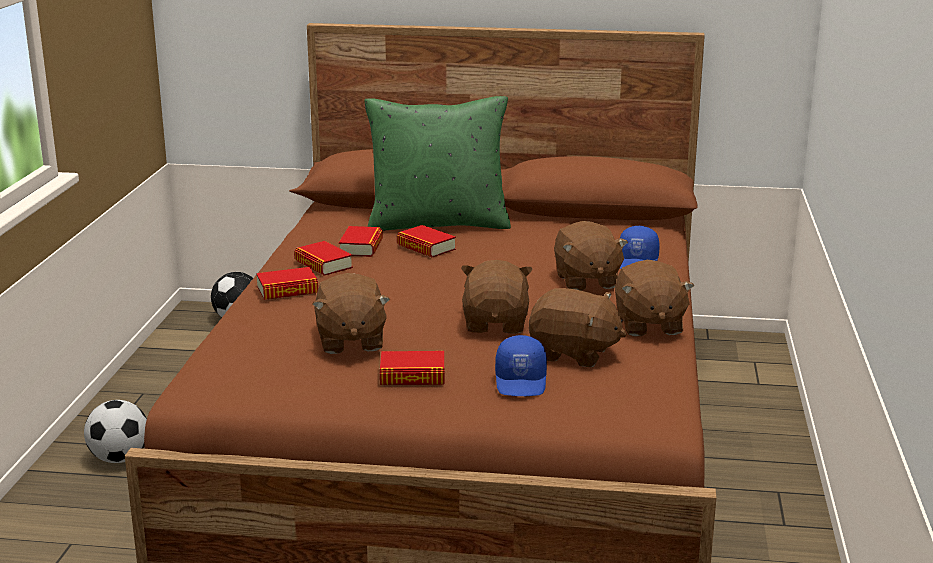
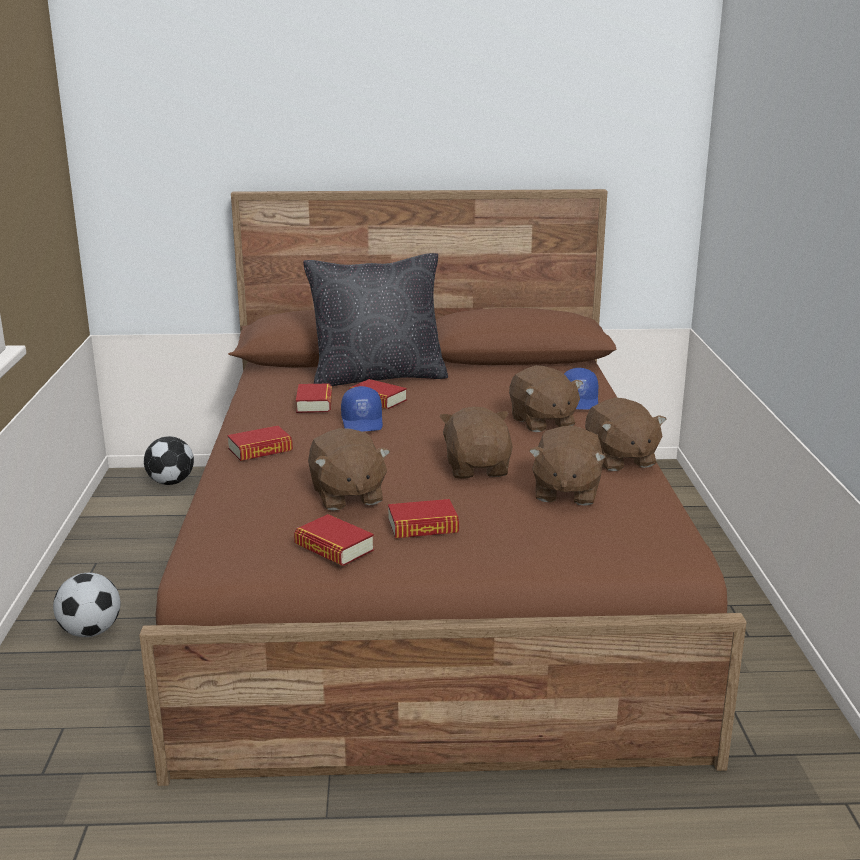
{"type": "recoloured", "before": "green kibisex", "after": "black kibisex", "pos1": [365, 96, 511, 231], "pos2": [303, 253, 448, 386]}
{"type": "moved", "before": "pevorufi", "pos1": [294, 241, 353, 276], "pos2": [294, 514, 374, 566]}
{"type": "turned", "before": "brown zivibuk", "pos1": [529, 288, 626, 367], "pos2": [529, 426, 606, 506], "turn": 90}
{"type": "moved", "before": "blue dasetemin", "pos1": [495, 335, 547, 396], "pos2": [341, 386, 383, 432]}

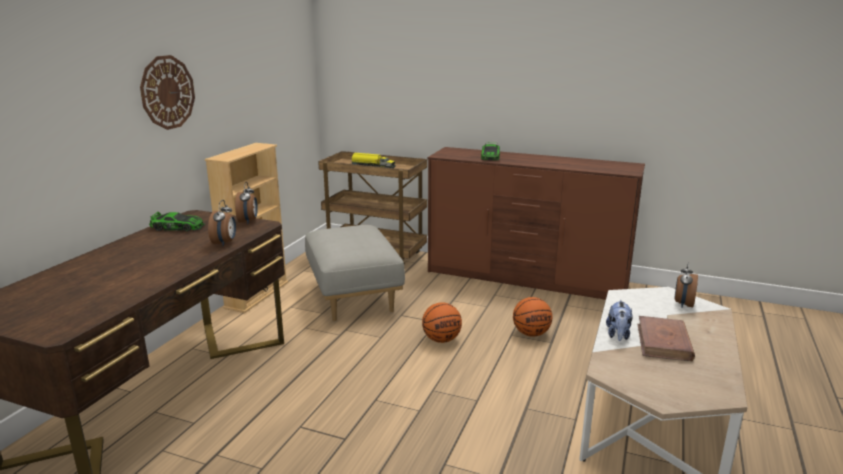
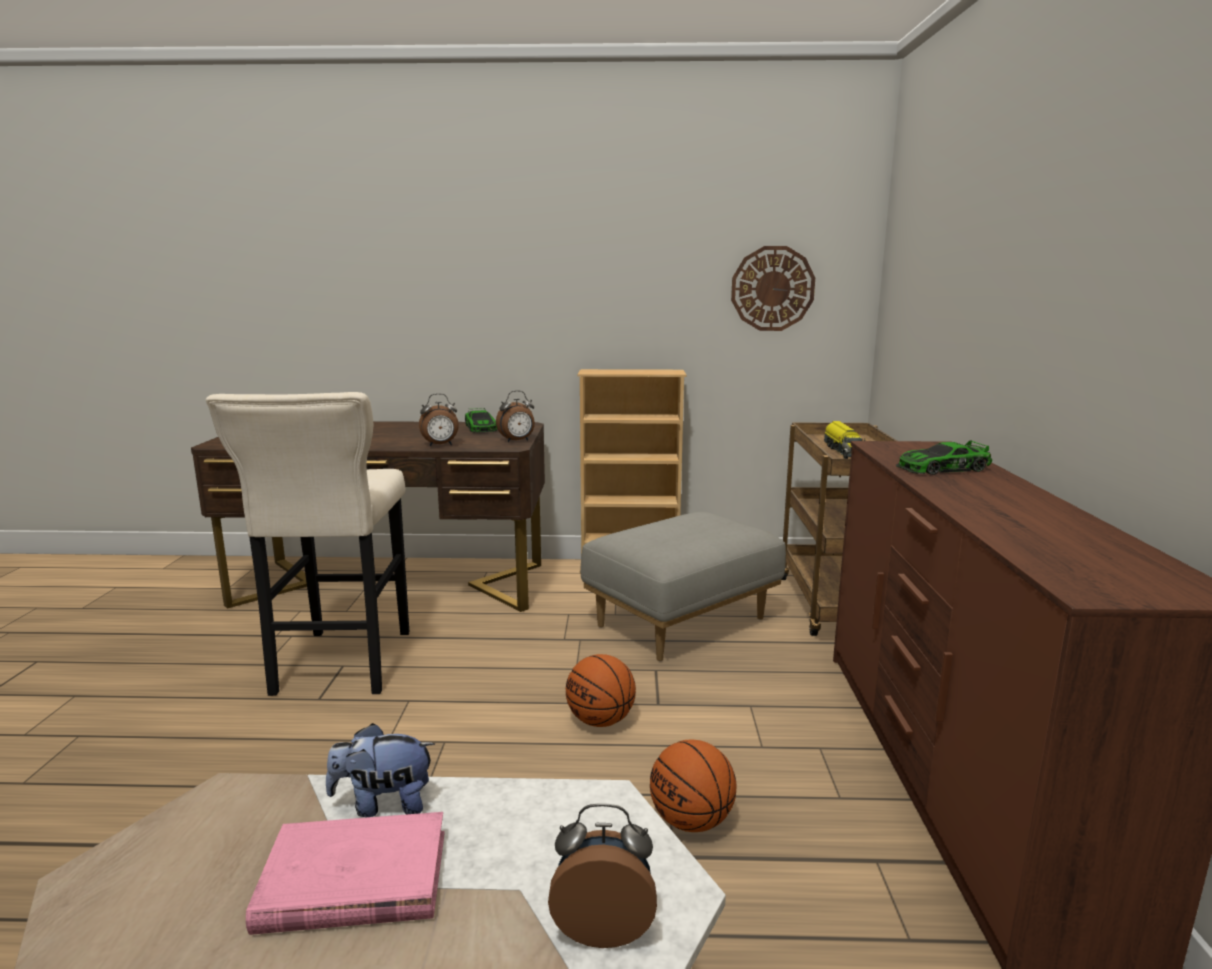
{"type": "moved", "before": "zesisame", "pos1": [140, 55, 195, 130], "pos2": [731, 246, 815, 331]}
{"type": "recoloured", "before": "brown pevorufi", "after": "pink pevorufi", "pos1": [638, 316, 695, 361], "pos2": [246, 812, 445, 935]}
{"type": "added", "after": "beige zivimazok", "pos2": [206, 392, 409, 696]}

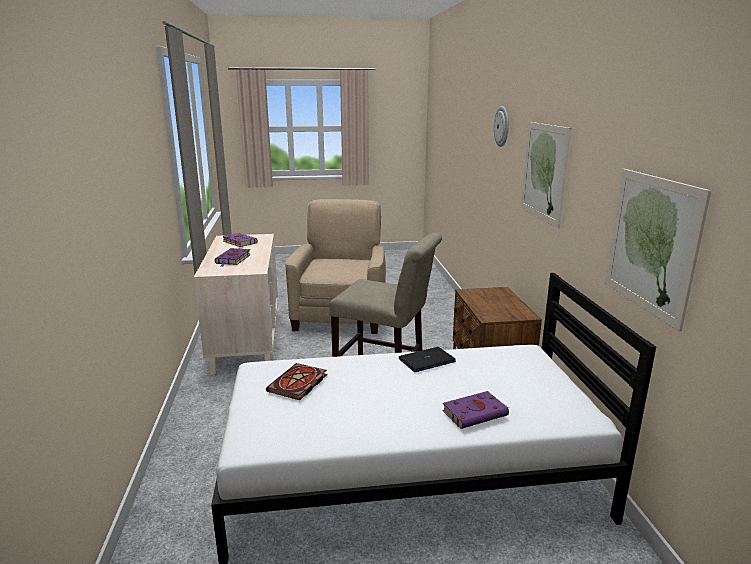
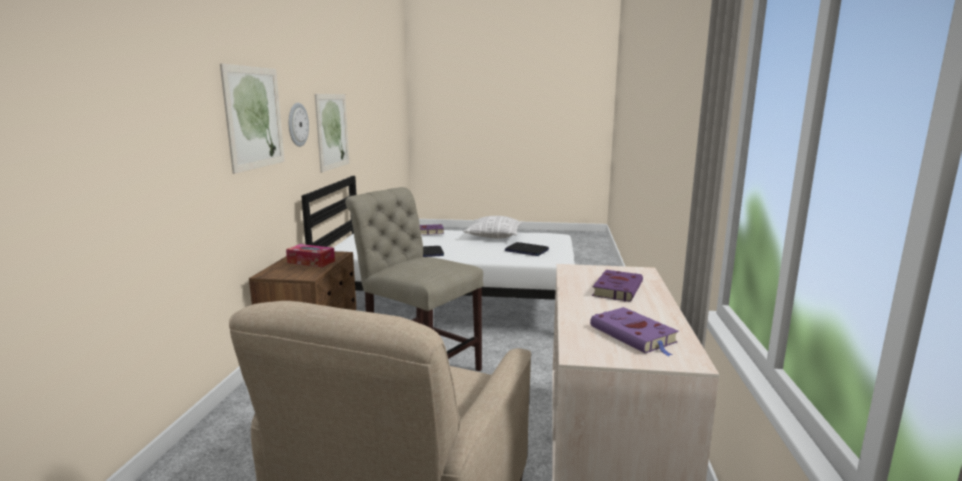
{"type": "moved", "before": "zesisame", "pos1": [494, 106, 509, 147], "pos2": [289, 103, 309, 147]}
{"type": "replaced", "before": "pevorufi", "after": "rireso", "pos1": [266, 363, 327, 400], "pos2": [505, 242, 549, 256]}
{"type": "added", "after": "kibisex", "pos2": [463, 216, 523, 239]}
{"type": "added", "after": "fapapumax", "pos2": [286, 244, 335, 267]}

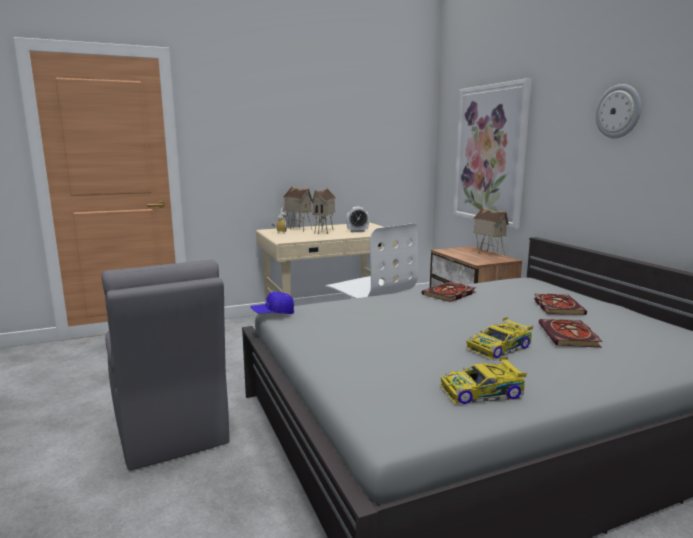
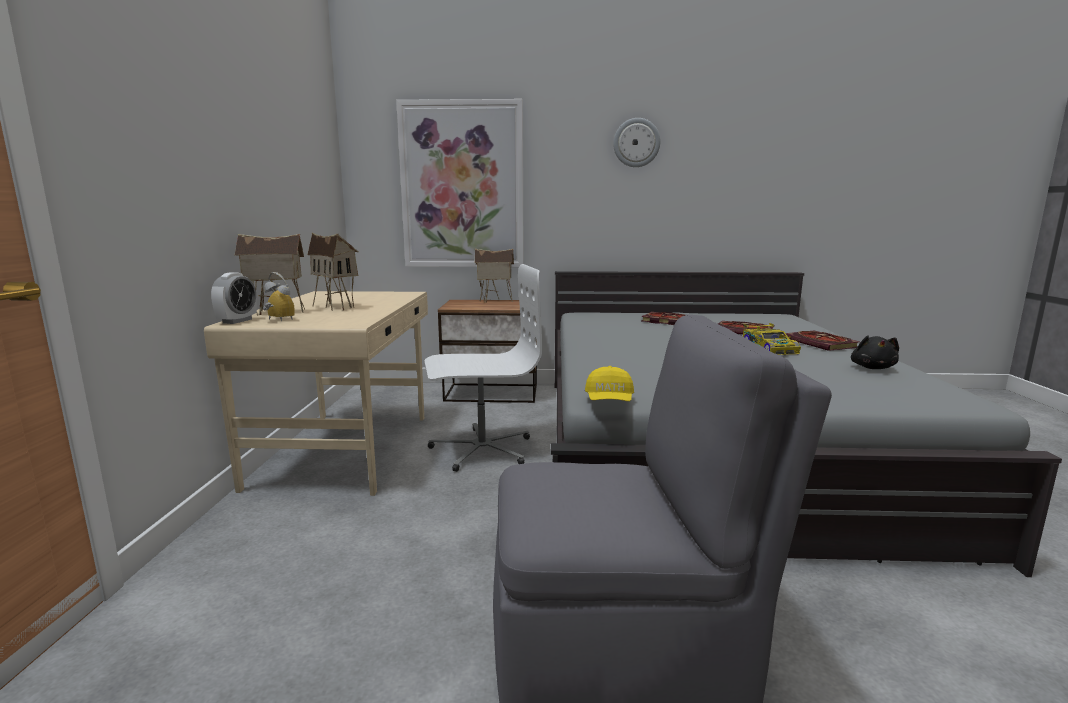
{"type": "moved", "before": "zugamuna", "pos1": [346, 207, 369, 232], "pos2": [211, 272, 257, 324]}
{"type": "moved", "before": "pevorufi", "pos1": [422, 282, 476, 302], "pos2": [784, 331, 860, 351]}
{"type": "recoloured", "before": "blue dasetemin", "after": "yellow dasetemin", "pos1": [250, 292, 294, 314], "pos2": [585, 366, 634, 401]}
{"type": "replaced", "before": "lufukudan", "after": "black zivibuk", "pos1": [441, 357, 527, 404], "pos2": [851, 335, 899, 369]}

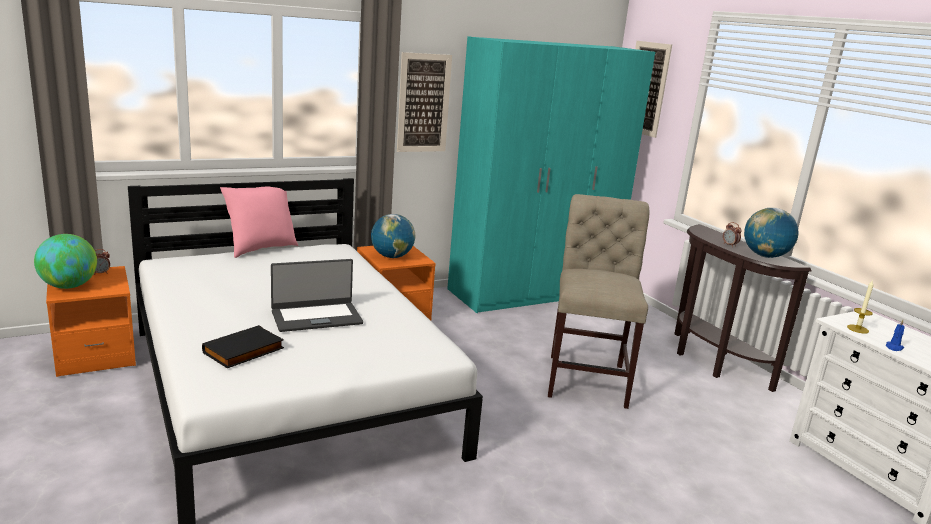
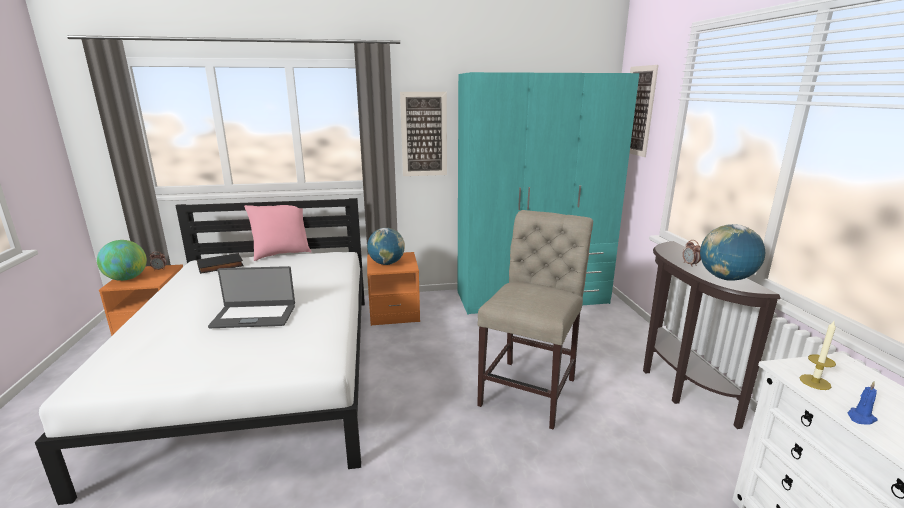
{"type": "moved", "before": "black pevorufi", "pos1": [202, 325, 284, 368], "pos2": [197, 253, 244, 274]}

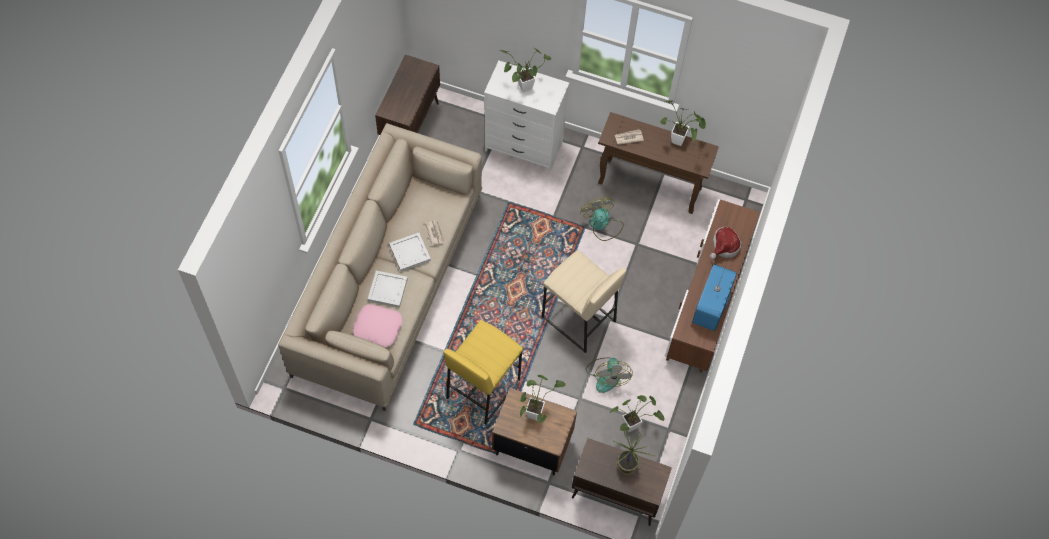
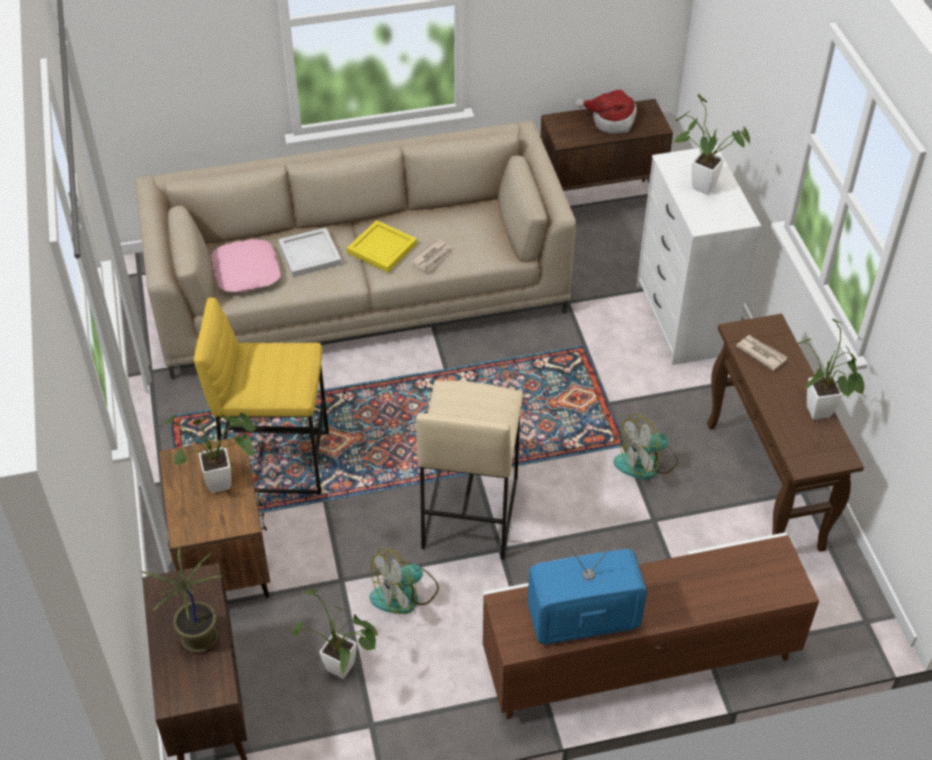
{"type": "turned", "before": "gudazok", "pos1": [580, 196, 624, 241], "pos2": [614, 414, 678, 480], "turn": -150}
{"type": "moved", "before": "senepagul", "pos1": [710, 227, 742, 259], "pos2": [575, 90, 637, 134]}
{"type": "recoloured", "before": "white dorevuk", "after": "yellow dorevuk", "pos1": [389, 233, 431, 271], "pos2": [347, 220, 417, 273]}

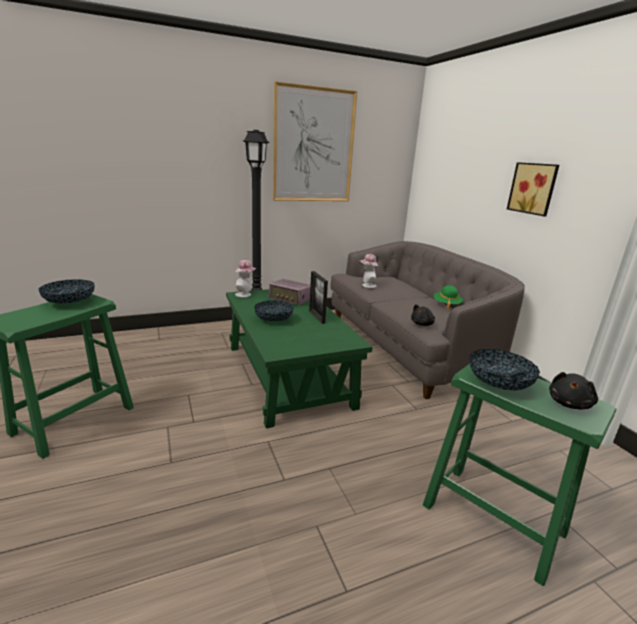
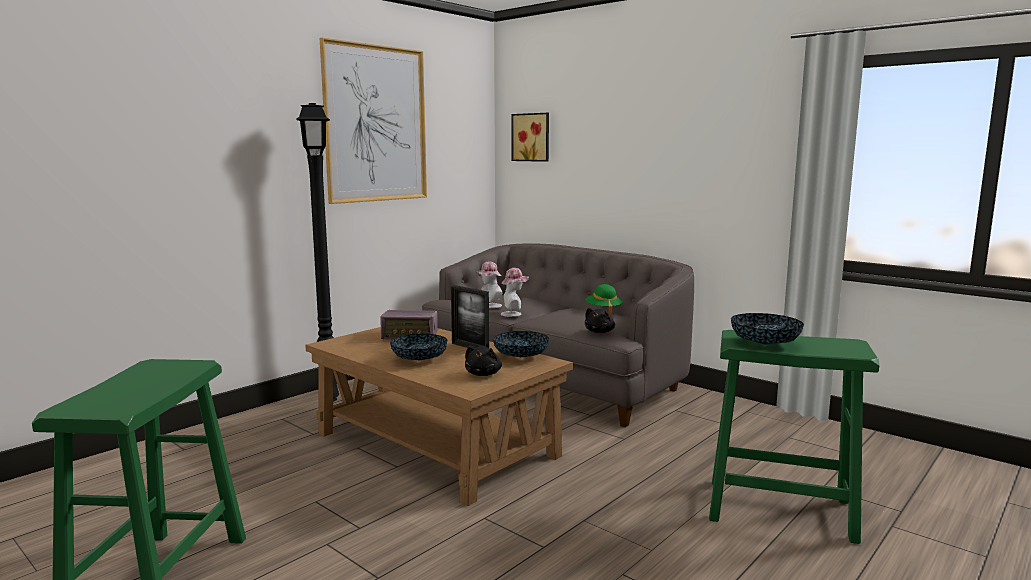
{"type": "moved", "before": "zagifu", "pos1": [507, 162, 559, 216], "pos2": [511, 113, 549, 162]}
{"type": "moved", "before": "senepagul", "pos1": [235, 260, 257, 297], "pos2": [501, 268, 529, 317]}
{"type": "moved", "before": "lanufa", "pos1": [39, 279, 94, 303], "pos2": [493, 331, 549, 357]}
{"type": "recoloured", "before": "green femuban", "after": "brown femuban", "pos1": [226, 289, 373, 429], "pos2": [305, 327, 573, 506]}
{"type": "moved", "before": "black zivibuk", "pos1": [549, 372, 598, 409], "pos2": [465, 346, 502, 376]}

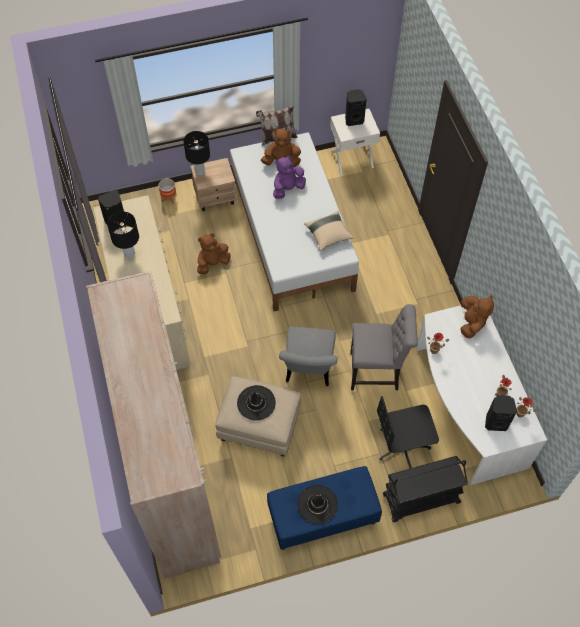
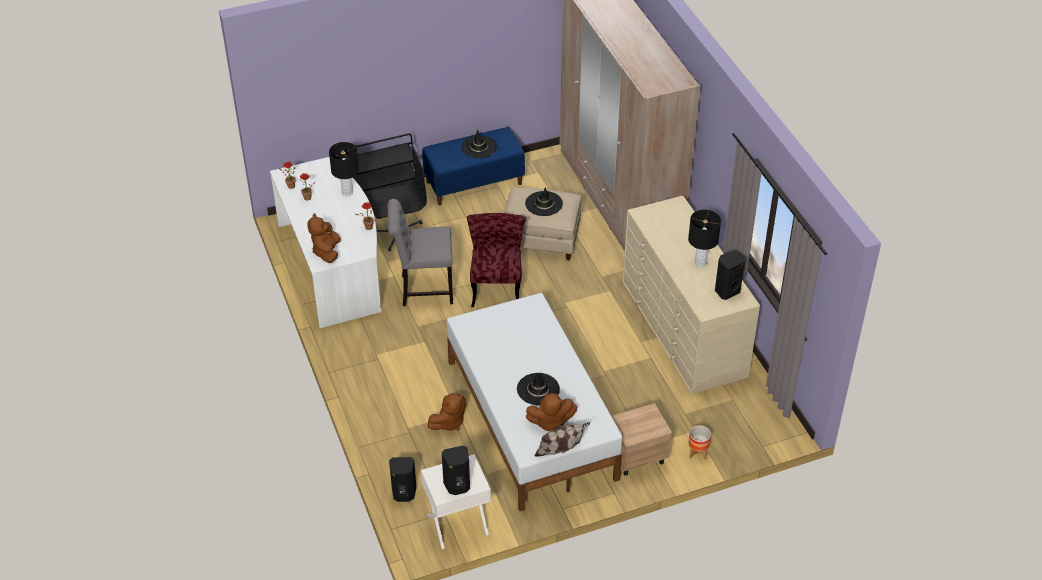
{"type": "moved", "before": "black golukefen", "pos1": [183, 131, 210, 175], "pos2": [329, 142, 359, 196]}
{"type": "replaced", "before": "purple zivibuk", "after": "black senepagul", "pos1": [273, 156, 306, 198], "pos2": [517, 373, 560, 405]}
{"type": "removed", "before": "beige kibisex", "pos1": [304, 211, 354, 251]}
{"type": "moved", "before": "brown zivibuk", "pos1": [197, 233, 231, 274], "pos2": [428, 393, 466, 431]}
{"type": "recoloured", "before": "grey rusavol", "after": "red rusavol", "pos1": [279, 326, 338, 386], "pos2": [467, 213, 526, 307]}
{"type": "moved", "before": "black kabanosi", "pos1": [485, 395, 517, 431], "pos2": [389, 457, 417, 502]}

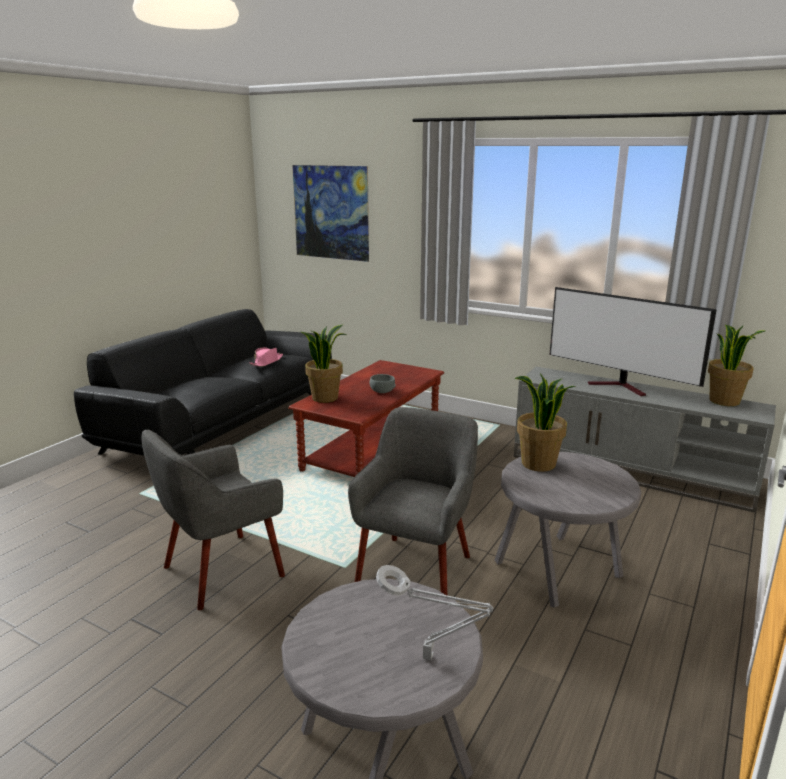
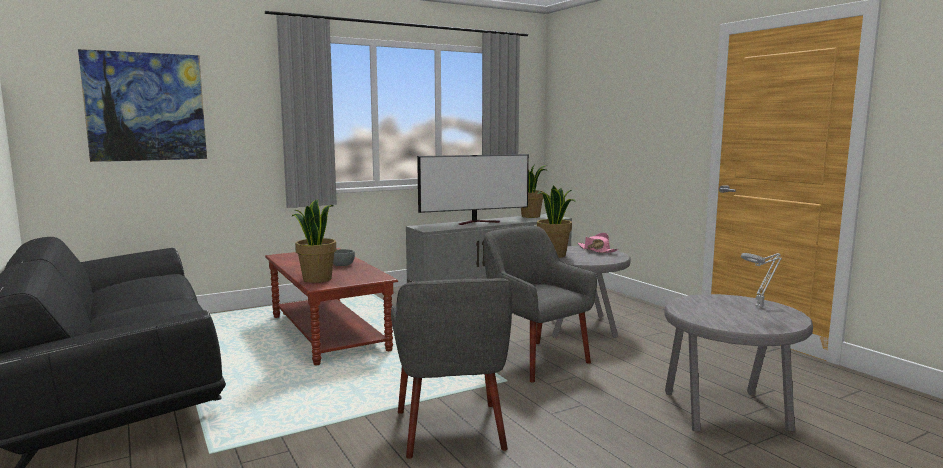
{"type": "moved", "before": "pink senepagul", "pos1": [249, 347, 283, 367], "pos2": [578, 233, 618, 253]}

